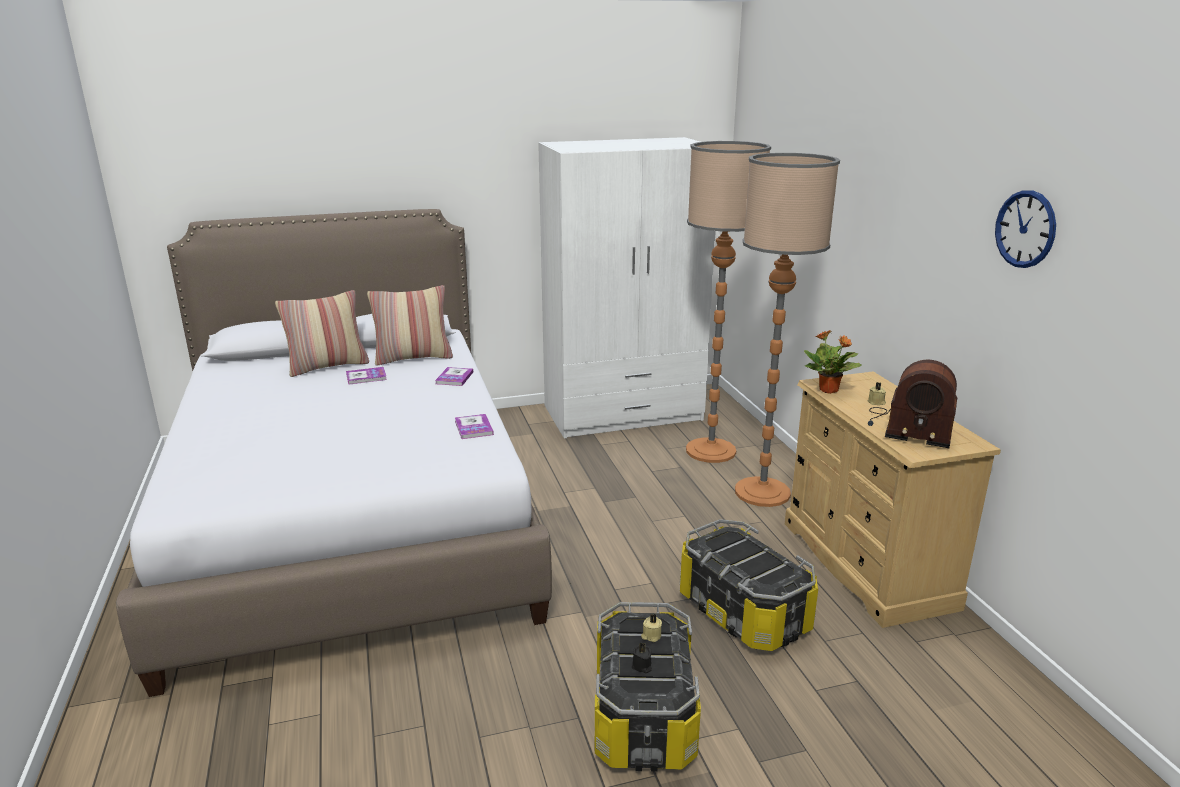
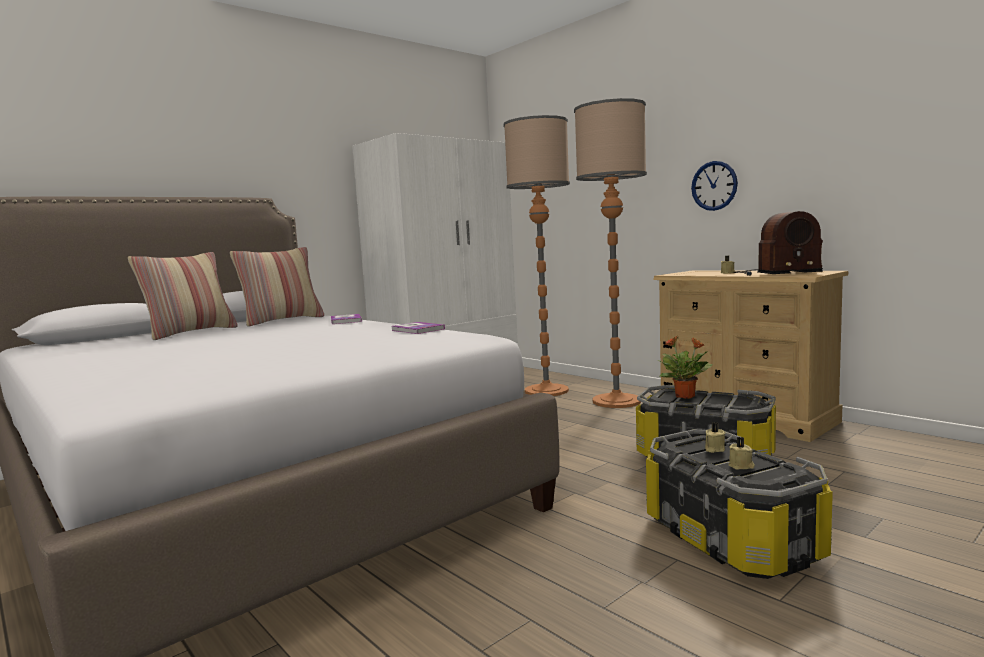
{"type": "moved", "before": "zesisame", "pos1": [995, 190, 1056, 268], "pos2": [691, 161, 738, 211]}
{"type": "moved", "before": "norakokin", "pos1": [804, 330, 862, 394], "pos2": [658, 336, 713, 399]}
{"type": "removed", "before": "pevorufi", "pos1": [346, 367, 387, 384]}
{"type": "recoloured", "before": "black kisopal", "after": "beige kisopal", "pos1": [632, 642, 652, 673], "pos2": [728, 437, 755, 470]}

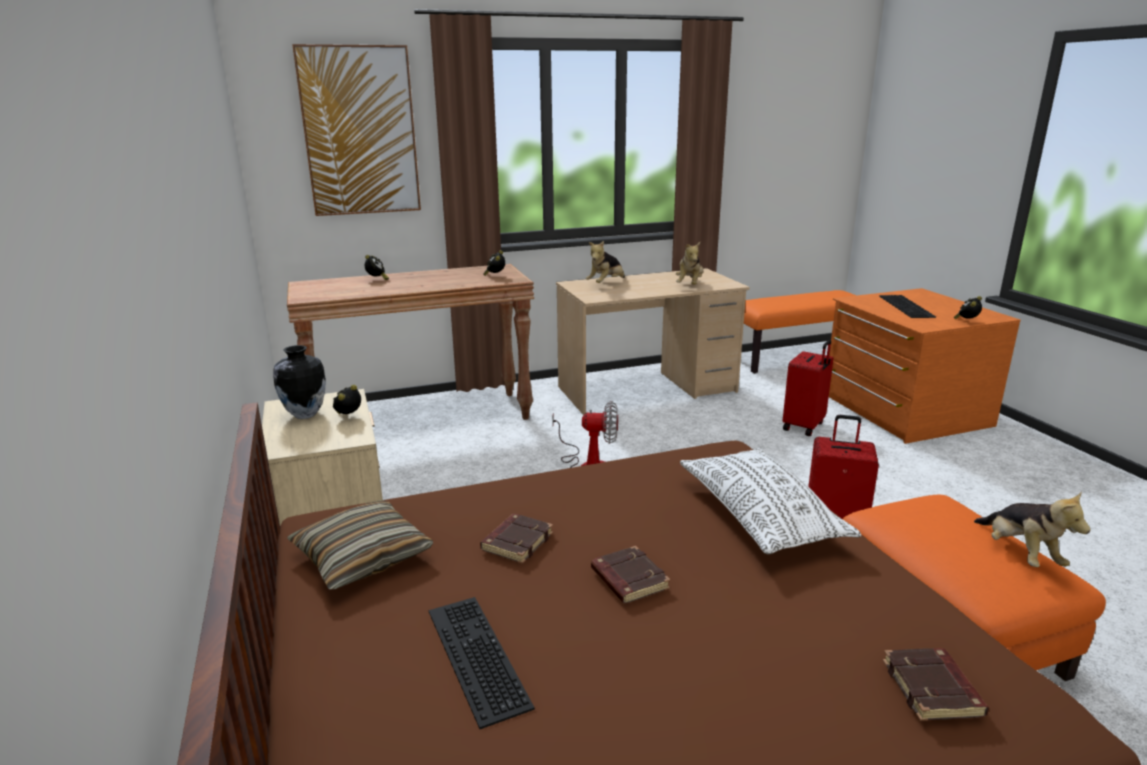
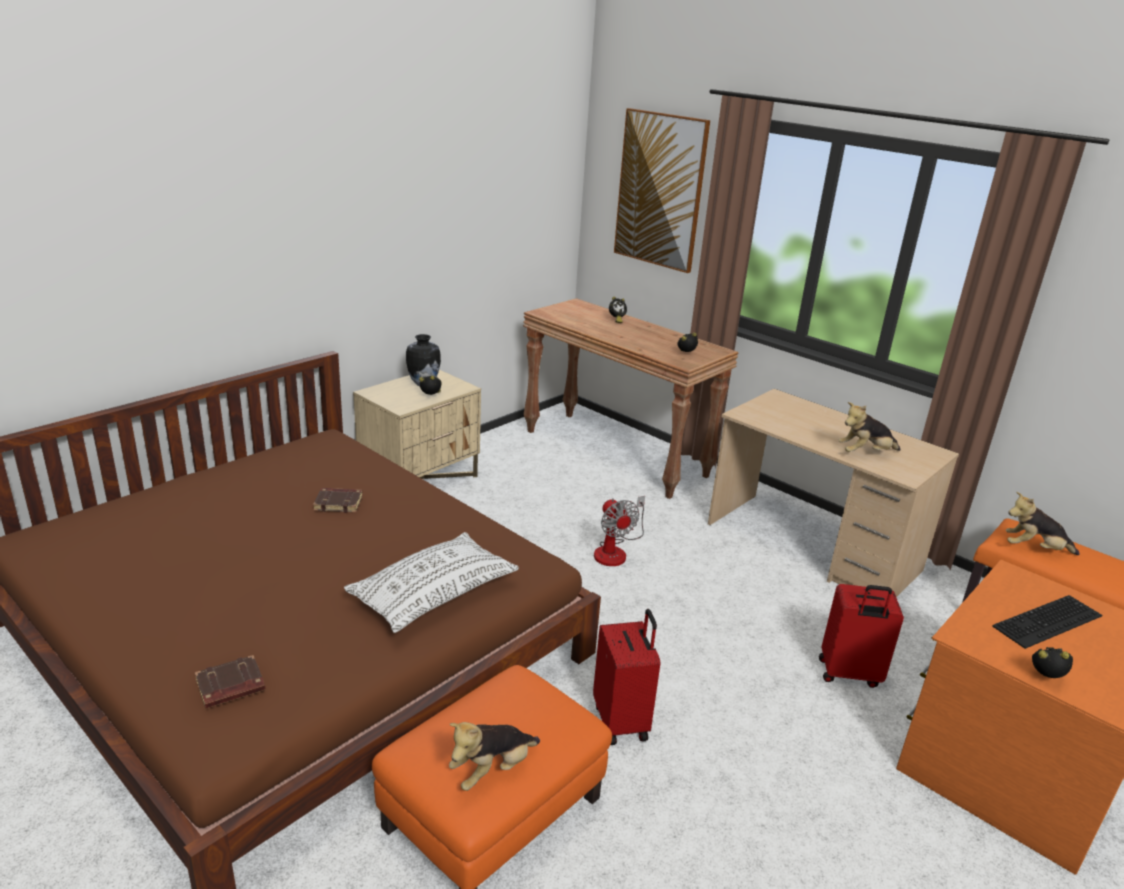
{"type": "moved", "before": "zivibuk", "pos1": [585, 241, 625, 283], "pos2": [1006, 492, 1080, 555]}
{"type": "removed", "before": "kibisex", "pos1": [287, 500, 433, 589]}
{"type": "removed", "before": "brown pevorufi", "pos1": [591, 546, 670, 604]}
{"type": "removed", "before": "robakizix", "pos1": [429, 597, 535, 729]}

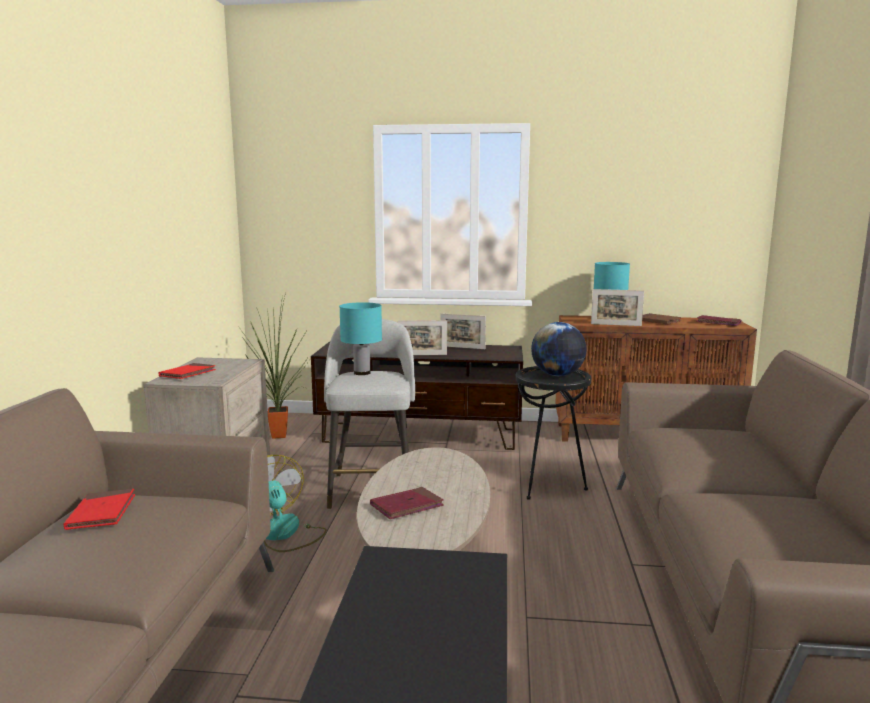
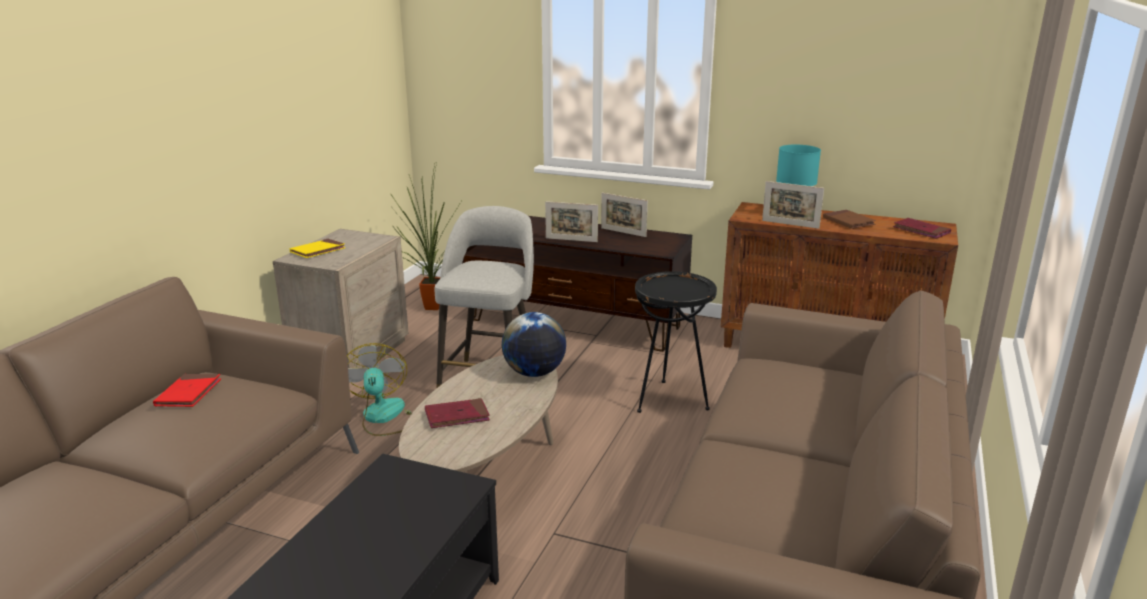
{"type": "removed", "before": "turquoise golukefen", "pos1": [339, 302, 382, 375]}
{"type": "moved", "before": "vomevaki", "pos1": [531, 322, 587, 376], "pos2": [502, 312, 566, 377]}
{"type": "recoloured", "before": "red pevorufi", "after": "yellow pevorufi", "pos1": [158, 363, 216, 379], "pos2": [290, 239, 346, 258]}

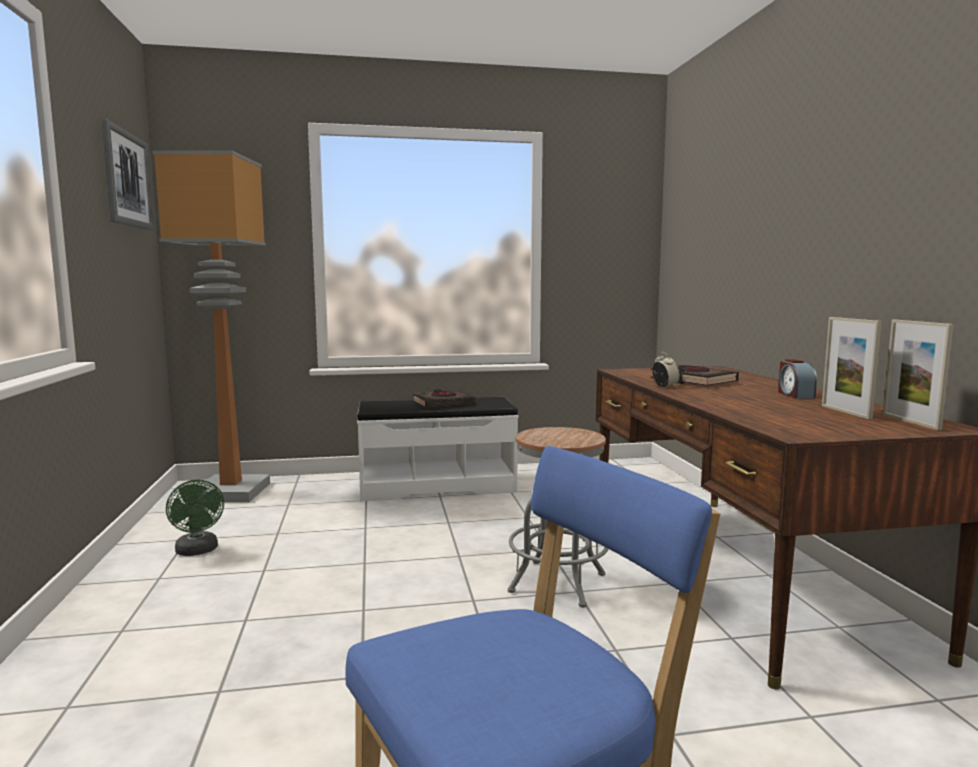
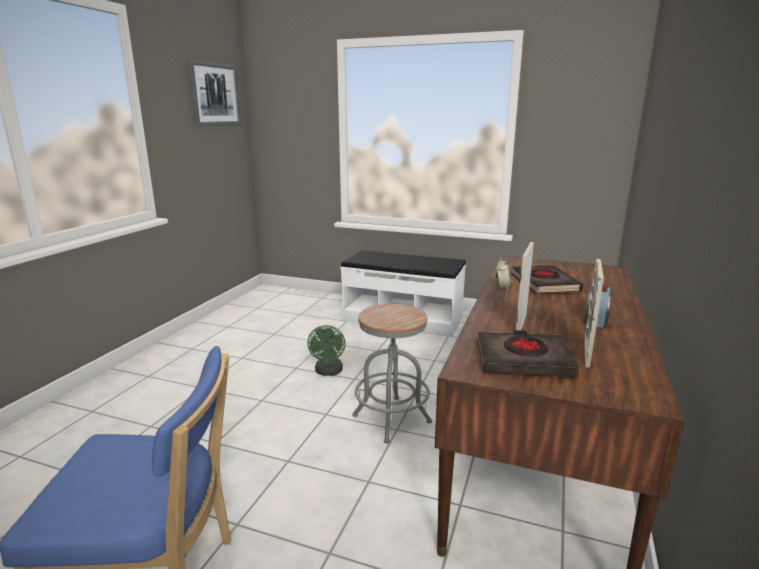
{"type": "removed", "before": "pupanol", "pos1": [153, 150, 270, 502]}
{"type": "moved", "before": "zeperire", "pos1": [883, 320, 954, 430], "pos2": [516, 242, 534, 331]}
{"type": "moved", "before": "black pevorufi", "pos1": [413, 389, 475, 408], "pos2": [478, 330, 579, 377]}
{"type": "moved", "before": "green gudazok", "pos1": [166, 480, 224, 556], "pos2": [307, 325, 346, 376]}

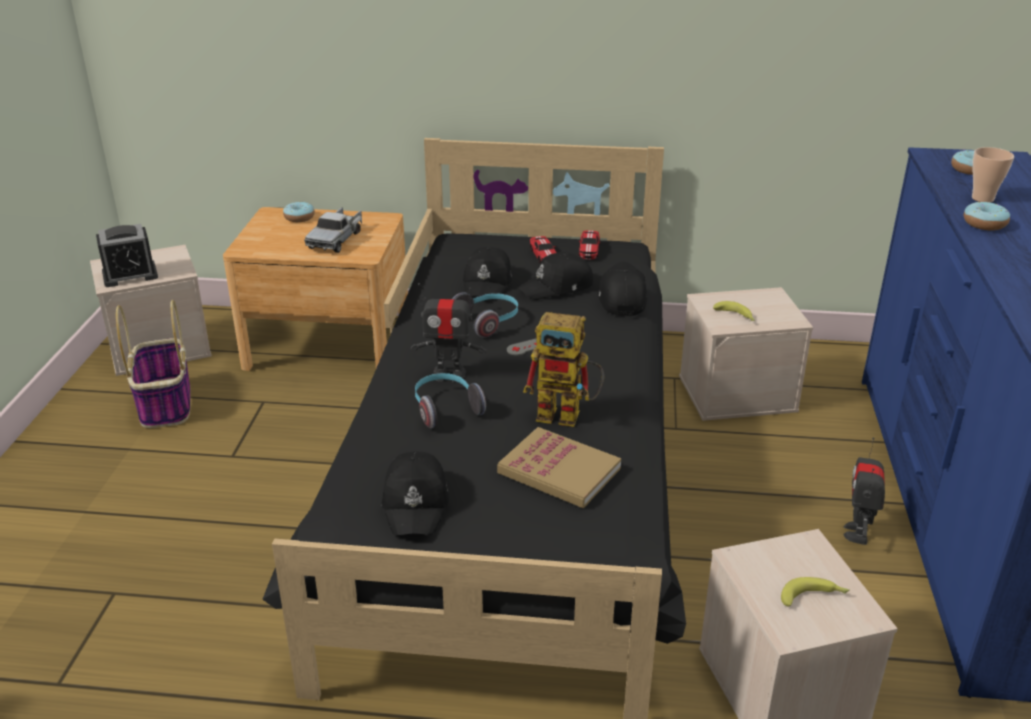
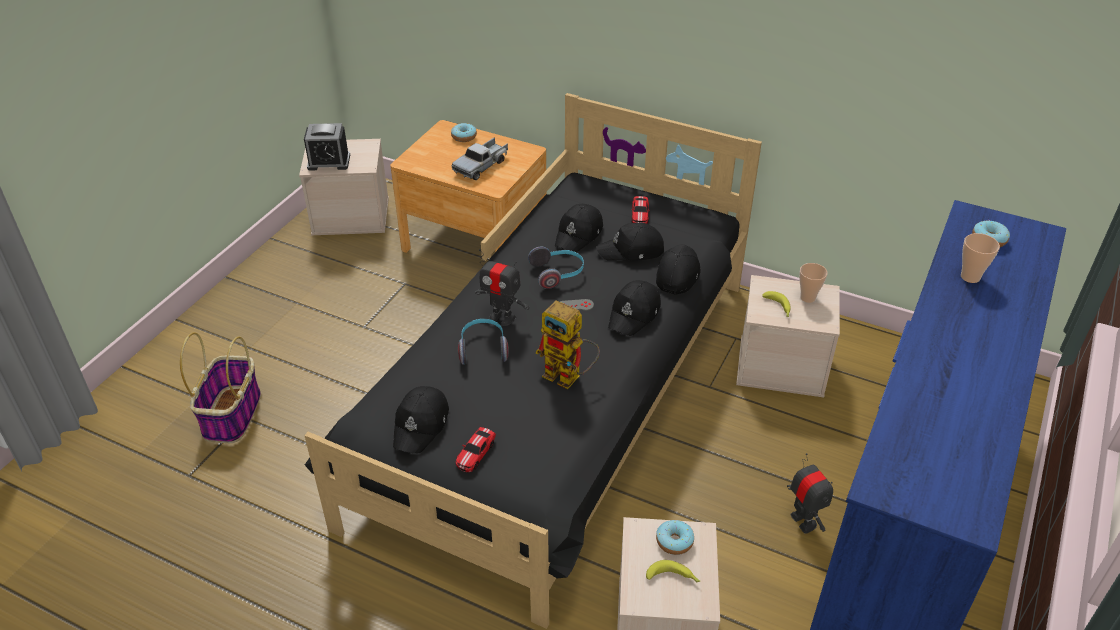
{"type": "moved", "before": "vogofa", "pos1": [964, 202, 1010, 230], "pos2": [656, 520, 694, 555]}
{"type": "moved", "before": "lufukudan", "pos1": [579, 230, 600, 259], "pos2": [456, 427, 496, 472]}
{"type": "moved", "before": "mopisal", "pos1": [116, 300, 191, 428], "pos2": [180, 332, 261, 443]}
{"type": "removed", "before": "pevorufi", "pos1": [497, 427, 621, 508]}
{"type": "turned", "before": "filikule", "pos1": [843, 437, 885, 545], "pos2": [787, 453, 833, 534], "turn": 120}
{"type": "added", "after": "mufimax", "pos2": [799, 263, 828, 303]}
{"type": "added", "after": "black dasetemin", "pos2": [608, 280, 661, 336]}

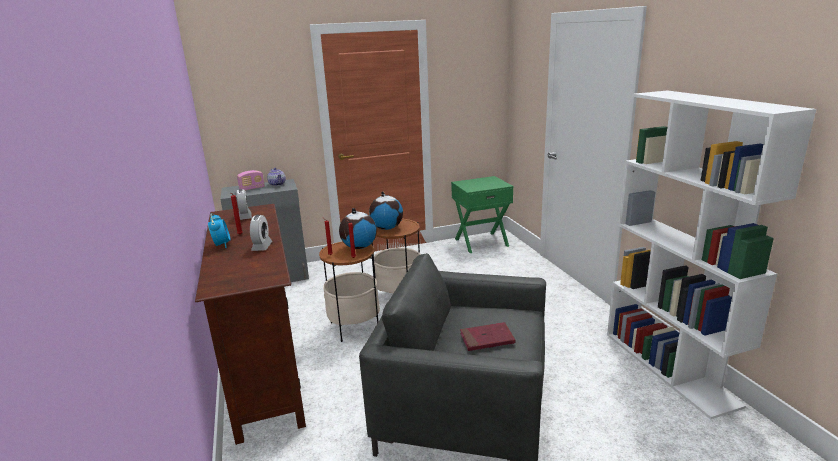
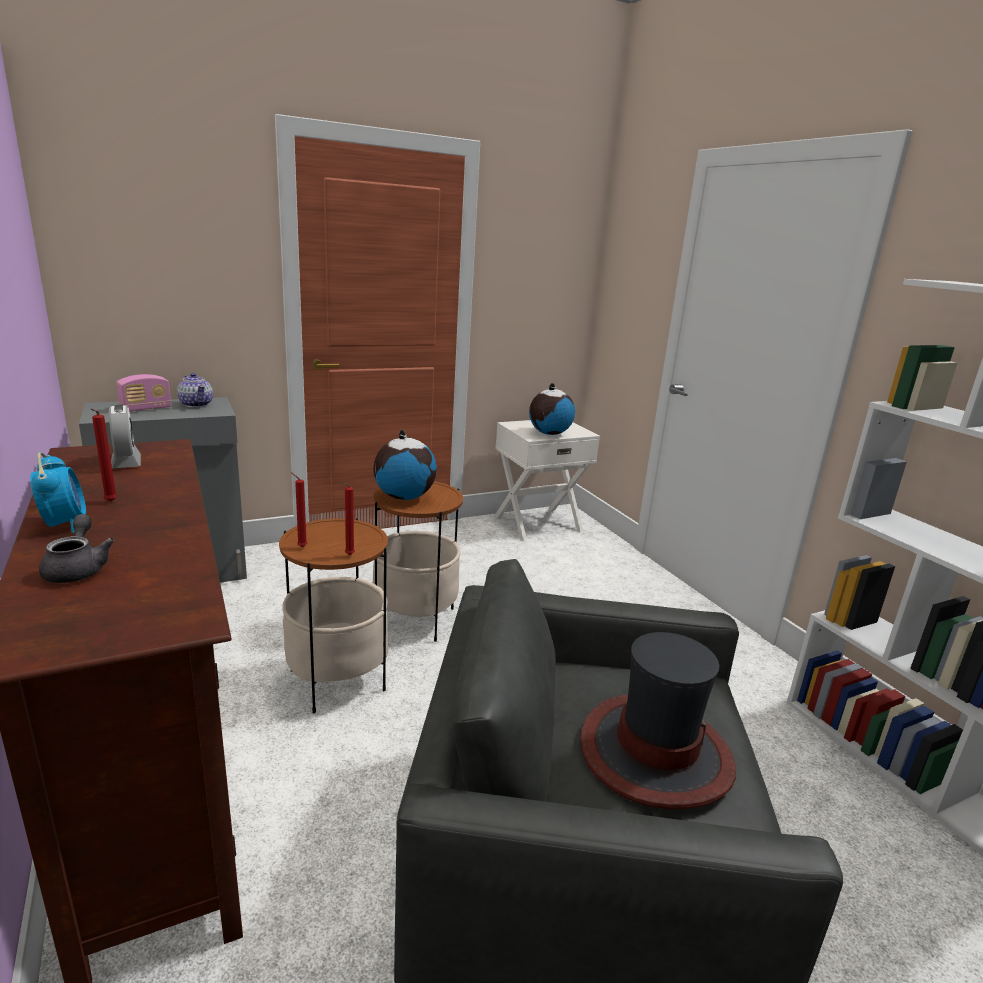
{"type": "recoloured", "before": "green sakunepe", "after": "white sakunepe", "pos1": [451, 176, 513, 253], "pos2": [494, 420, 600, 541]}
{"type": "moved", "before": "vomevaki", "pos1": [339, 208, 377, 249], "pos2": [529, 383, 575, 435]}
{"type": "removed", "before": "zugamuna", "pos1": [250, 215, 272, 251]}
{"type": "replaced", "before": "red pevorufi", "after": "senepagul", "pos1": [460, 322, 515, 351], "pos2": [580, 632, 736, 809]}
{"type": "added", "after": "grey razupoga", "pos2": [39, 514, 115, 583]}

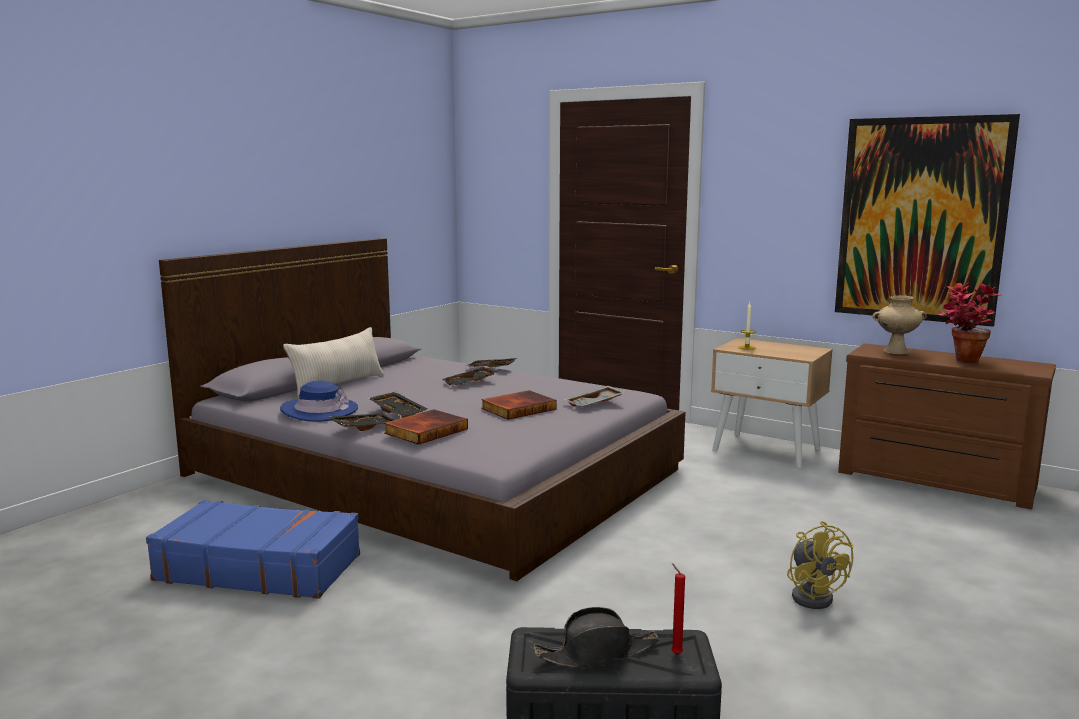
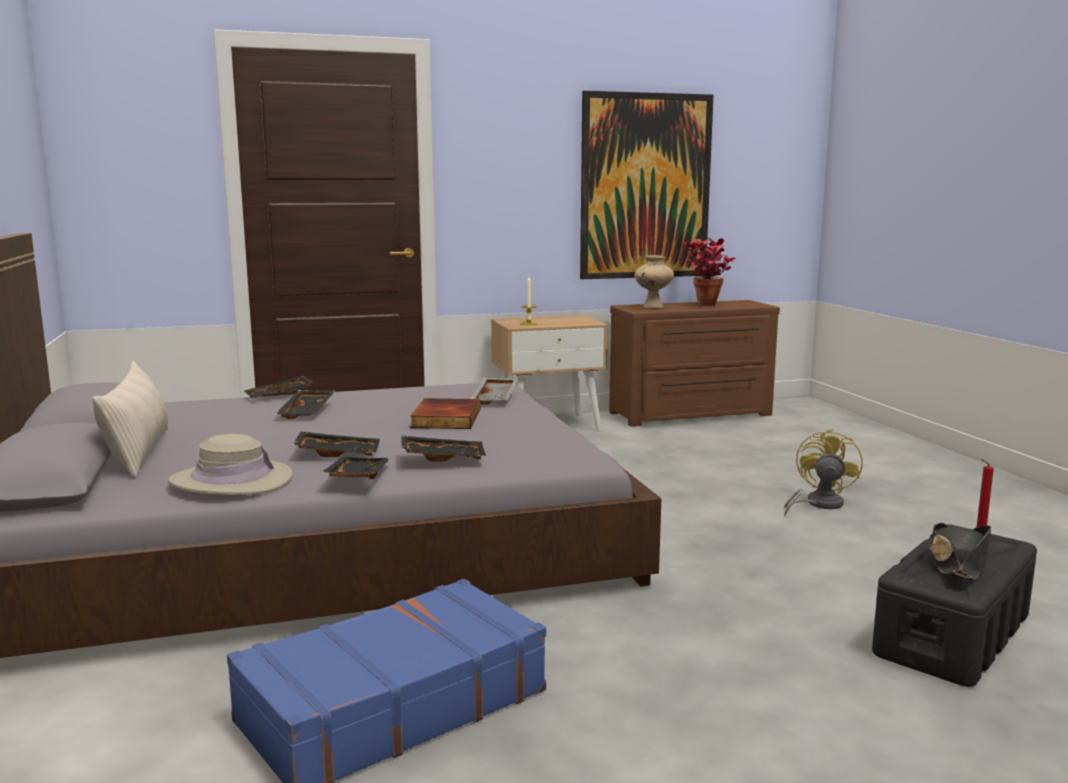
{"type": "recoloured", "before": "blue senepagul", "after": "beige senepagul", "pos1": [280, 381, 358, 422], "pos2": [168, 434, 292, 495]}
{"type": "replaced", "before": "pevorufi", "after": "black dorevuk", "pos1": [384, 409, 468, 445], "pos2": [401, 435, 486, 462]}
{"type": "turned", "before": "yellow gudazok", "pos1": [787, 521, 854, 609], "pos2": [784, 429, 863, 516], "turn": -90}

